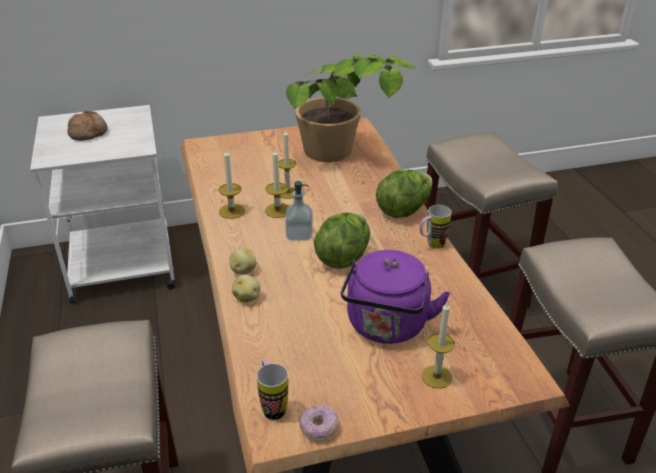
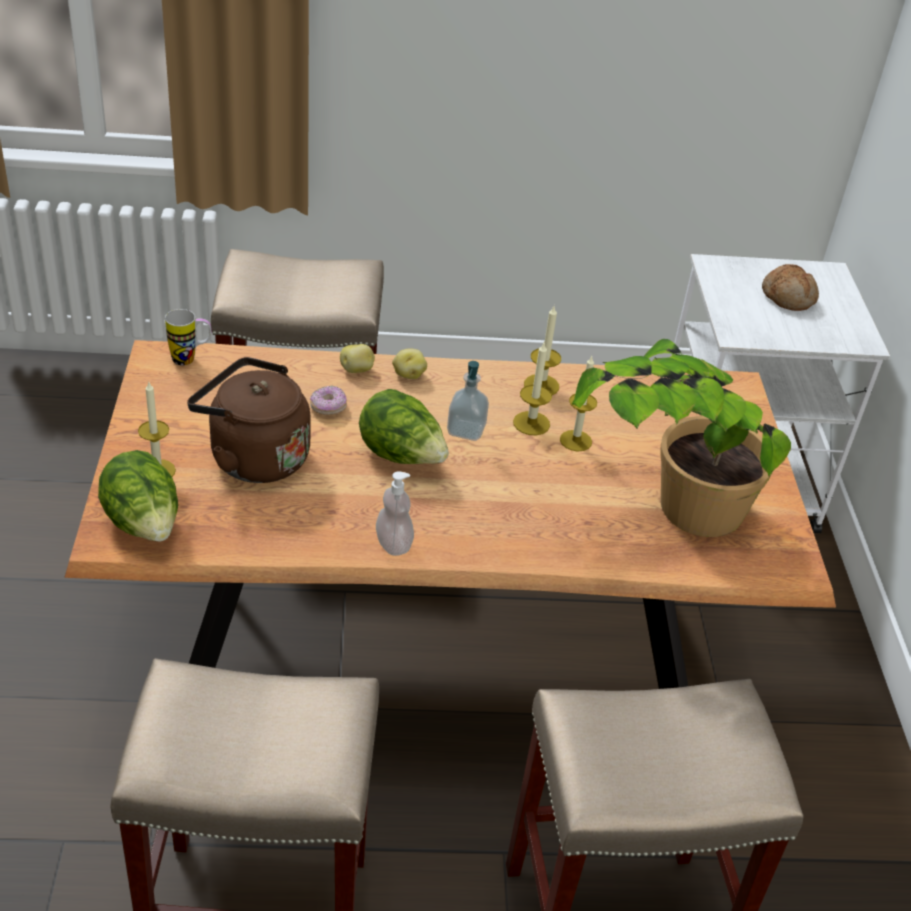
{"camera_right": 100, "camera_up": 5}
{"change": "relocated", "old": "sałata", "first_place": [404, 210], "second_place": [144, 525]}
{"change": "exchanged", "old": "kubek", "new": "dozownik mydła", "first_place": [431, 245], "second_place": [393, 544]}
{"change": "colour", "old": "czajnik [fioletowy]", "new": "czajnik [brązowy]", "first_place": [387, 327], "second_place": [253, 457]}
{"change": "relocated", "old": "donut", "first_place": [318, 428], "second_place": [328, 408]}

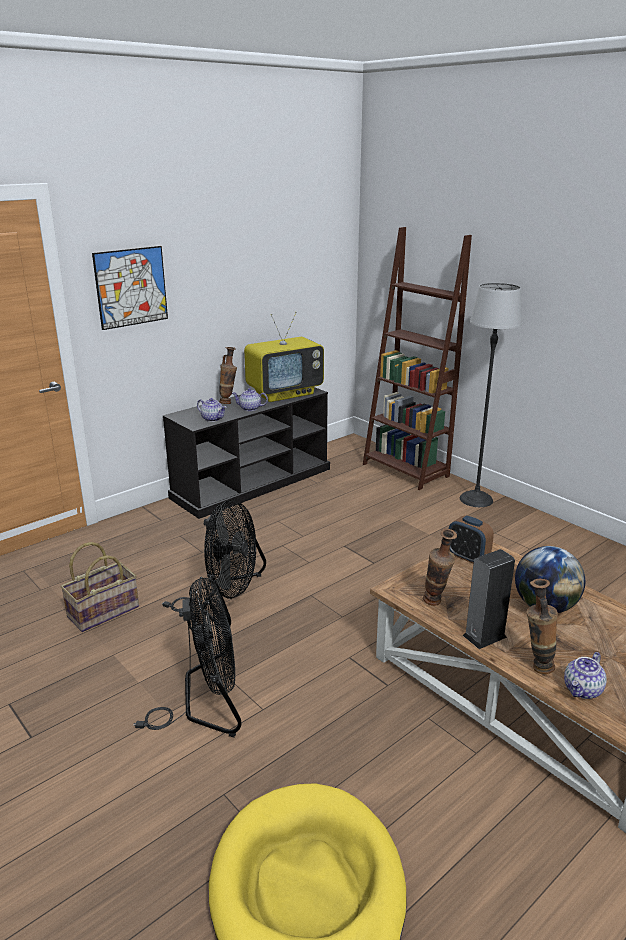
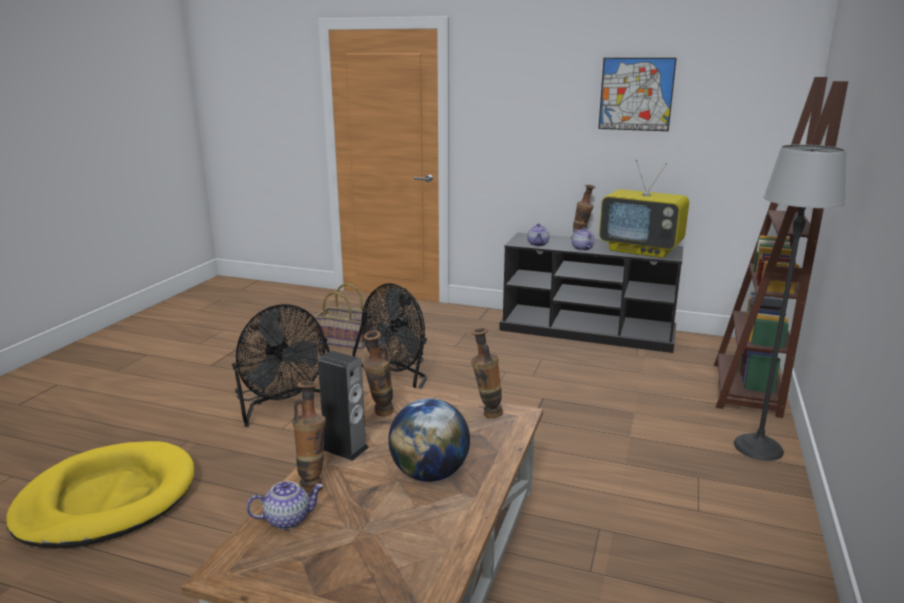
{"camera_right": 60, "camera_up": -5}
{"change": "relocated", "old": "obraz", "first_place": [131, 287], "second_place": [636, 94]}
{"change": "spun", "old": "wentylator [czarny]", "first_place": [223, 601], "second_place": [398, 374], "degrees": 60}
{"change": "exchanged", "old": "budzik", "new": "wazon", "first_place": [467, 556], "second_place": [486, 414]}
{"change": "spun", "old": "imbryk", "first_place": [583, 690], "second_place": [288, 519], "degrees": 150}

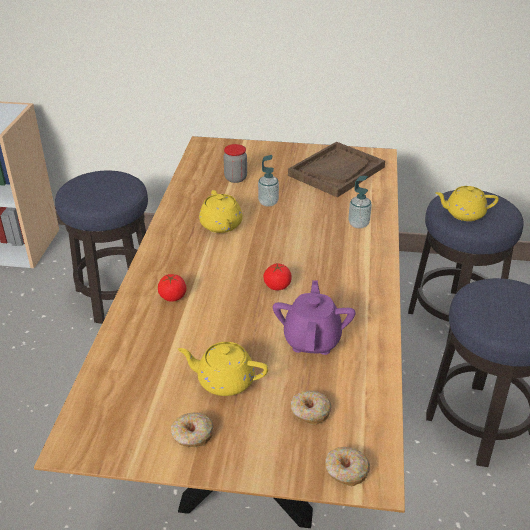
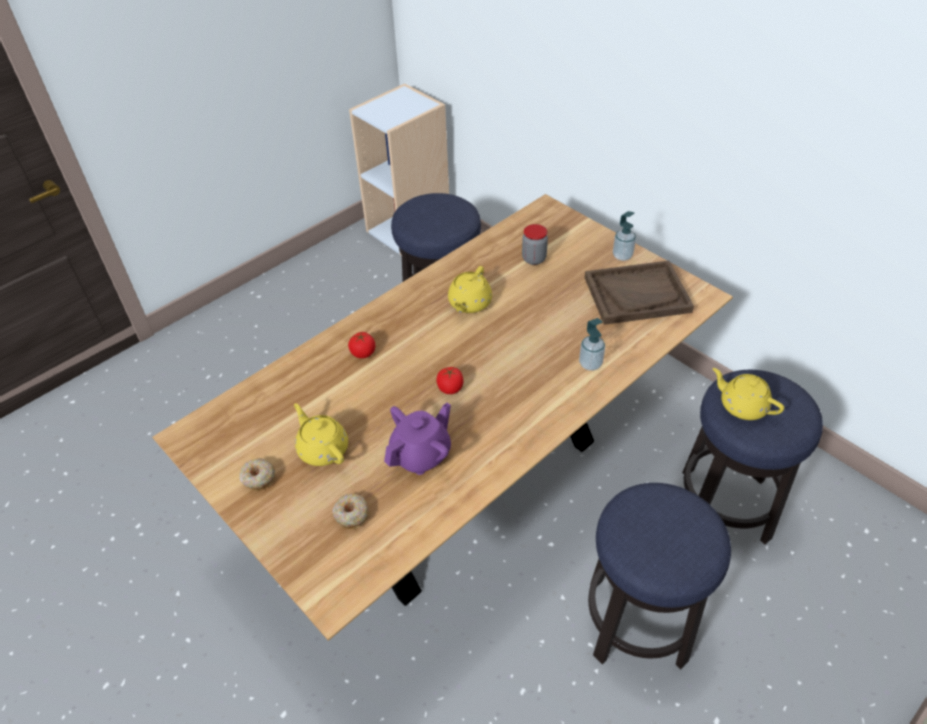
{"camera_right": 40, "camera_up": 10}
{"change": "relocated", "old": "dozownik mydła", "first_place": [268, 202], "second_place": [622, 256]}
{"change": "missing", "old": "donut", "first_place": [346, 471]}

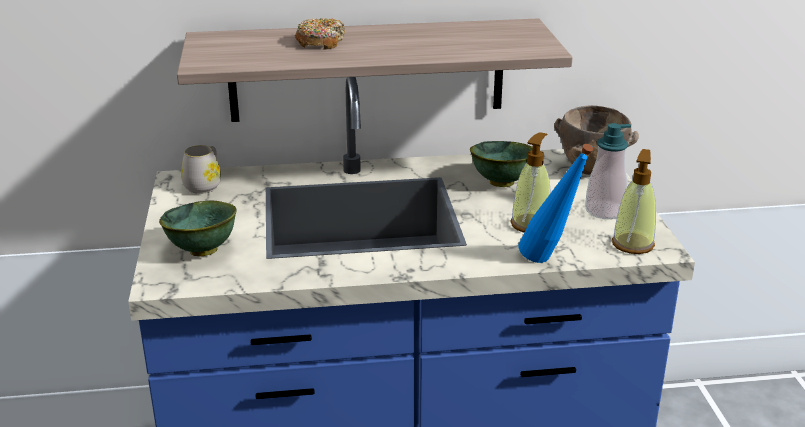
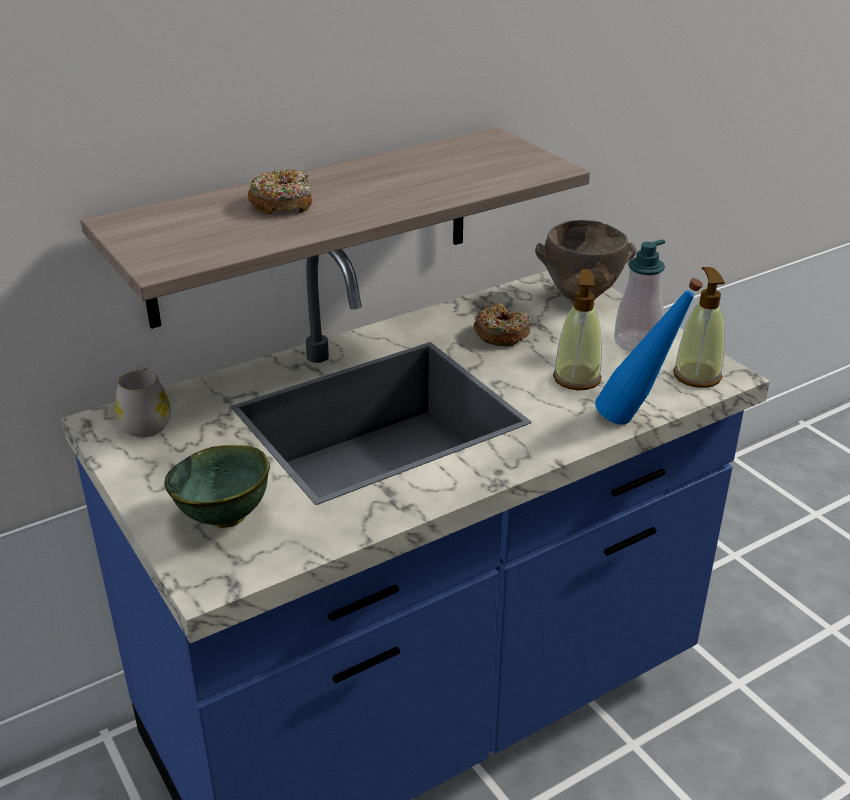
{"camera_right": -25, "camera_up": 5}
{"change": "exchanged", "old": "miska [zielony]", "new": "donut", "first_place": [500, 183], "second_place": [501, 334]}

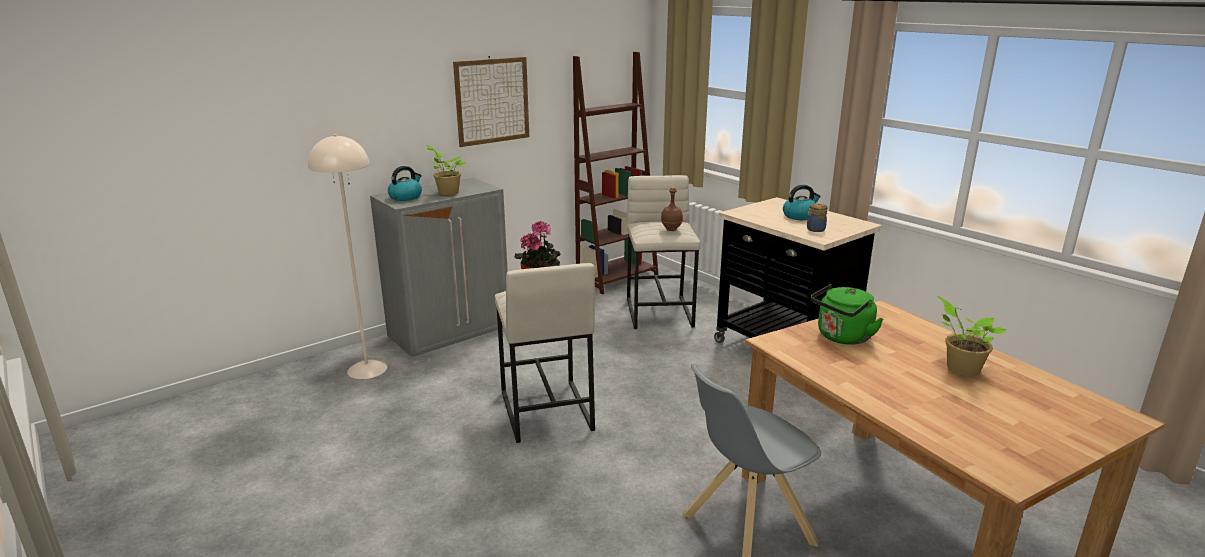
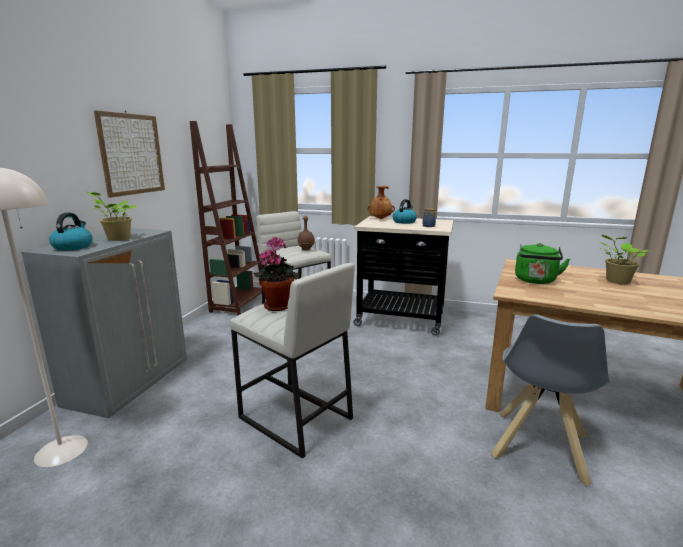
{"camera_right": -35, "camera_up": -5}
{"change": "appeared", "new": "wazon [brązowy]", "second_place": [380, 218]}

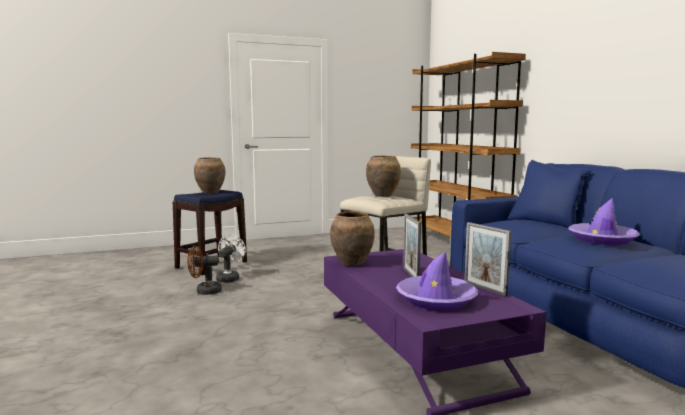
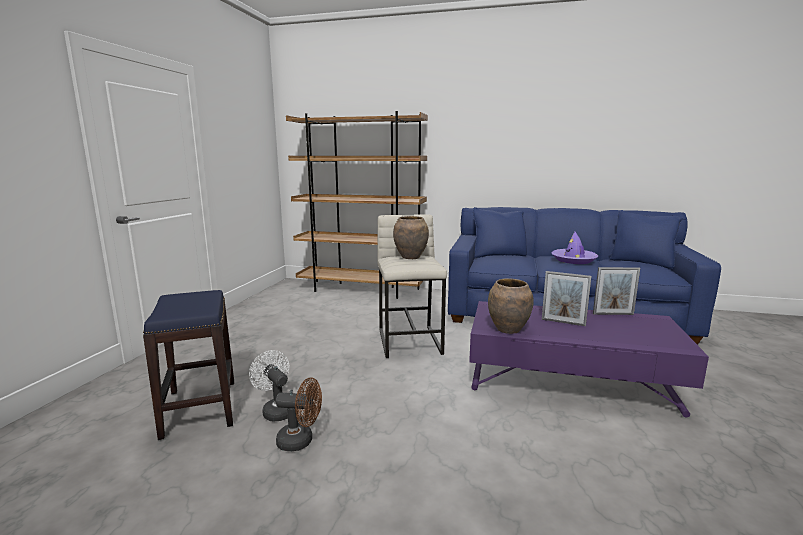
{"camera_right": -55, "camera_up": 5}
{"change": "missing", "old": "wazon [brązowy]", "first_place": [211, 192]}
{"change": "spun", "old": "wentylator [brązowy]", "first_place": [204, 291], "second_place": [301, 441], "degrees": -105}
{"change": "missing", "old": "kapelusz [fioletowy]", "first_place": [436, 299]}

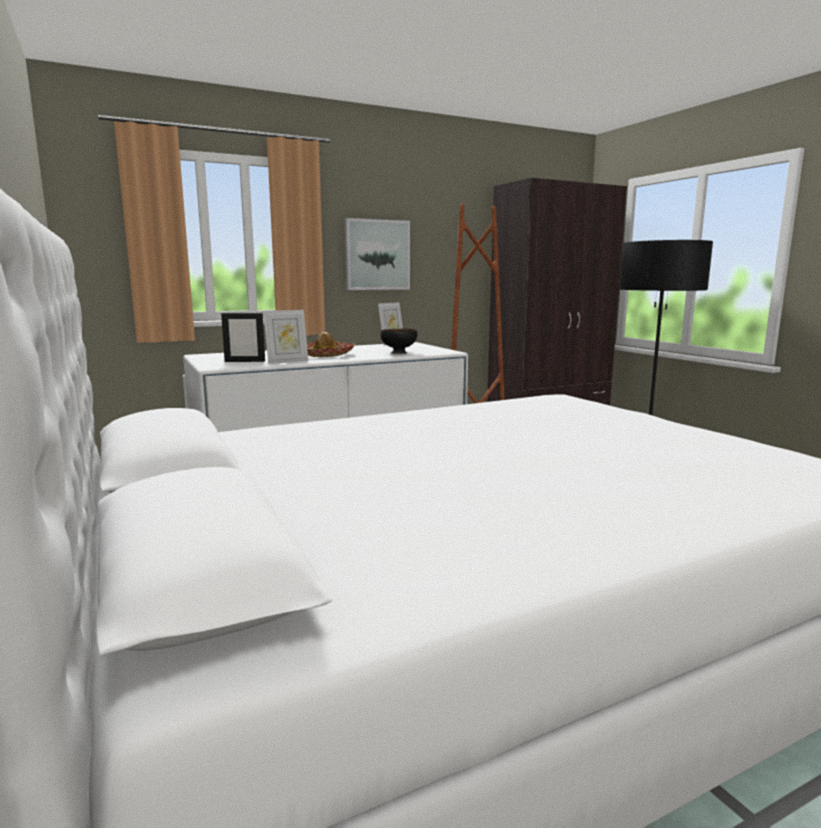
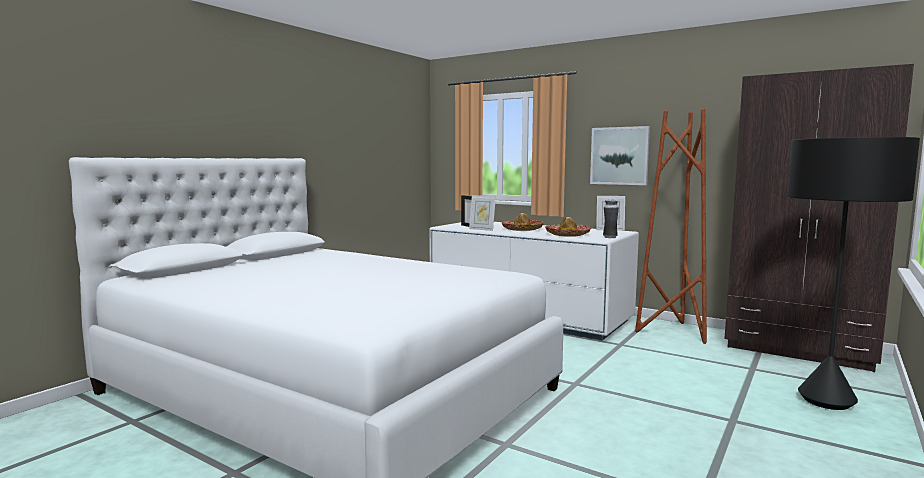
{"camera_right": 60, "camera_up": -5}
{"change": "exchanged", "old": "miska [czarny]", "new": "kapelusz", "first_place": [399, 352], "second_place": [567, 235]}
{"change": "appeared", "new": "wazon", "second_place": [610, 237]}

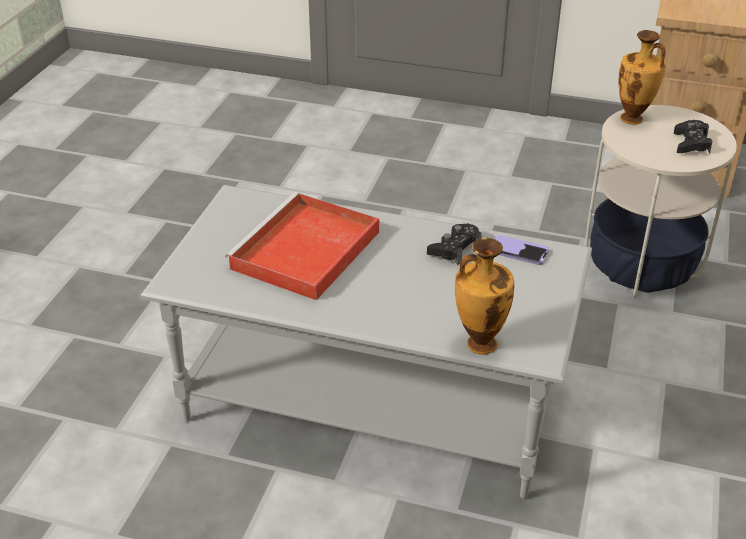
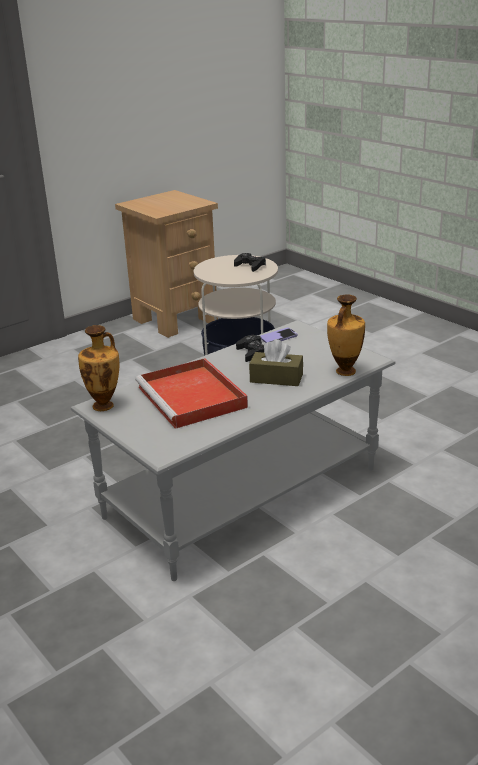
{"camera_right": -55, "camera_up": -10}
{"change": "relocated", "old": "wazon", "first_place": [633, 119], "second_place": [104, 406]}
{"change": "appeared", "new": "pudełko chusteczek [brązowy]", "second_place": [276, 378]}

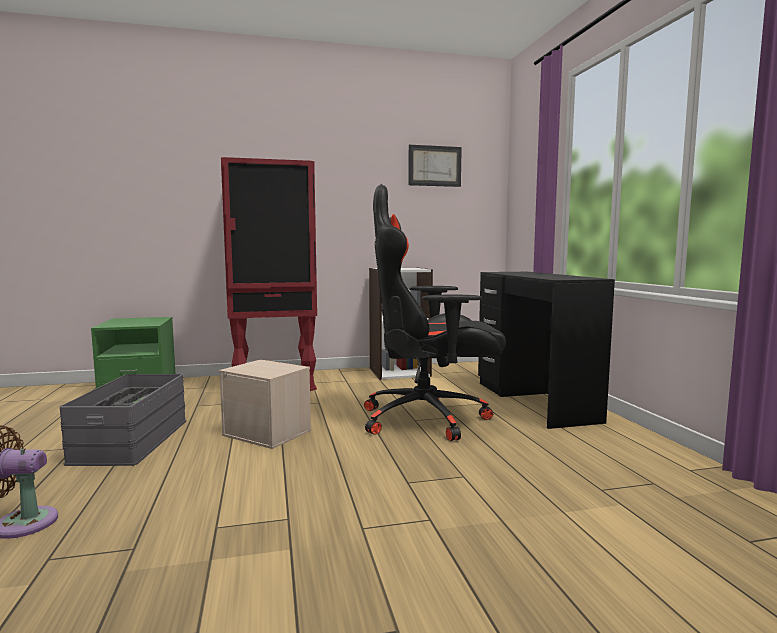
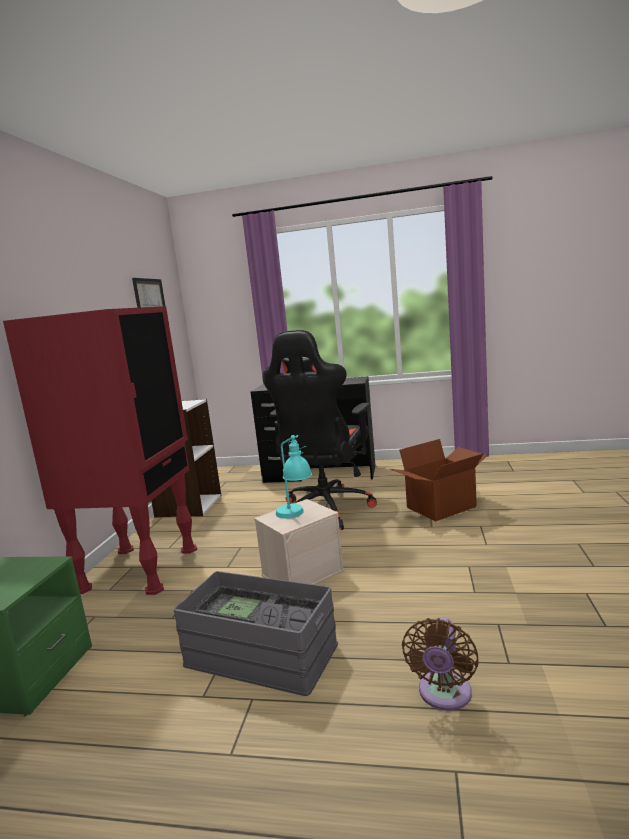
{"camera_right": -65, "camera_up": 5}
{"change": "appeared", "new": "lampa stołowa [turkusowy]", "second_place": [296, 516]}
{"change": "appeared", "new": "karton", "second_place": [442, 507]}

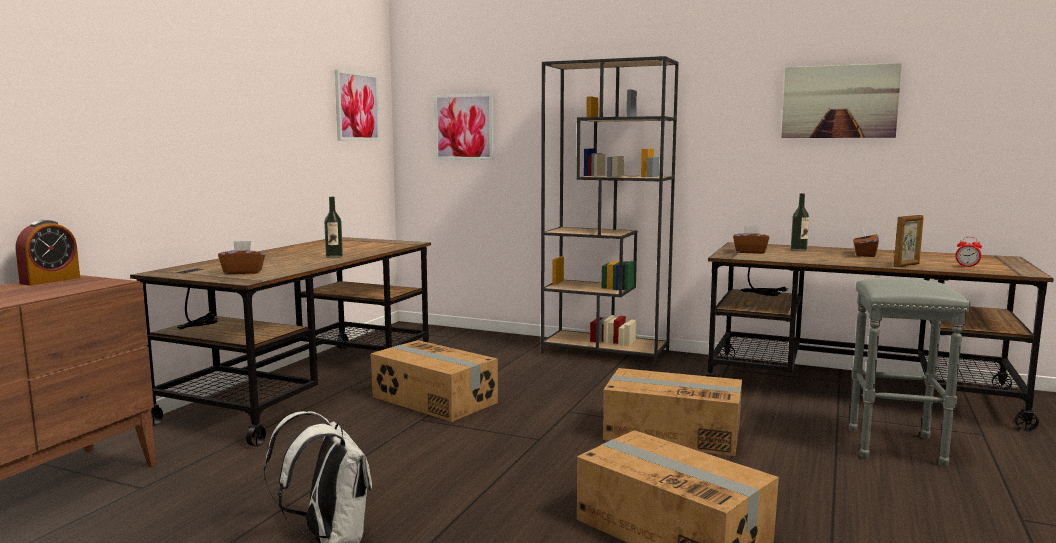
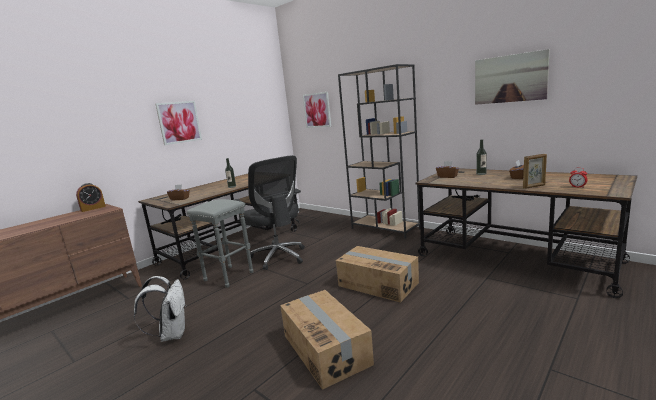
{"camera_right": 20, "camera_up": 5}
{"change": "relocated", "old": "obraz", "first_place": [356, 106], "second_place": [179, 122]}
{"change": "relocated", "old": "stołek [szary]", "first_place": [894, 447], "second_place": [227, 276]}
{"change": "exchanged", "old": "karton", "new": "krzesło biurowe", "first_place": [433, 400], "second_place": [278, 256]}

